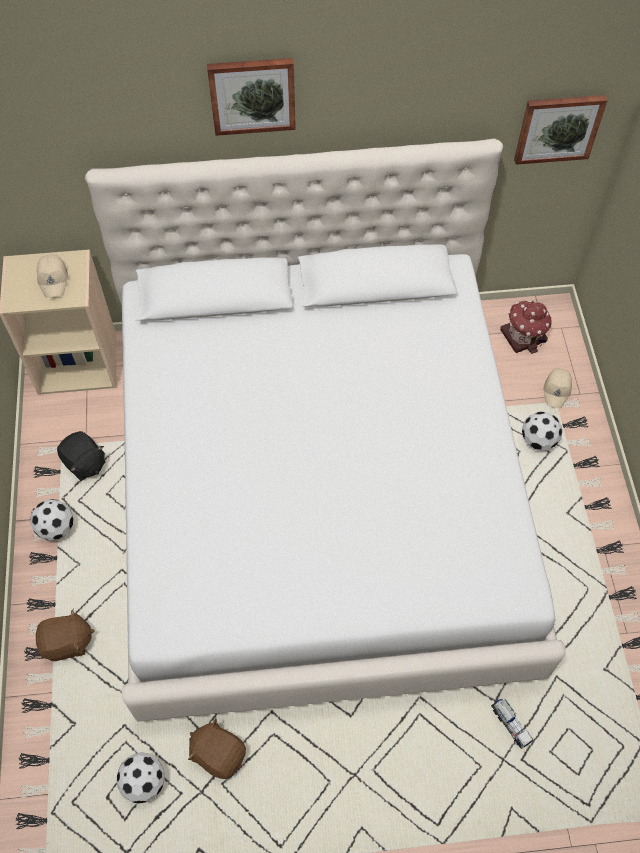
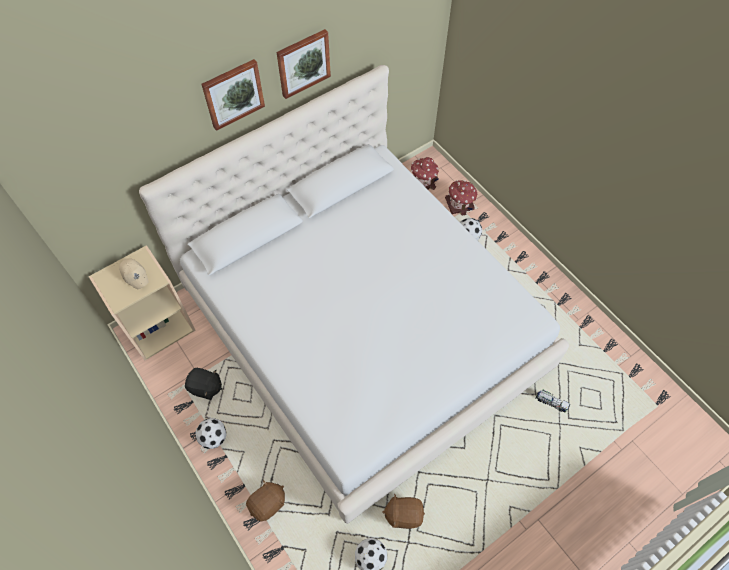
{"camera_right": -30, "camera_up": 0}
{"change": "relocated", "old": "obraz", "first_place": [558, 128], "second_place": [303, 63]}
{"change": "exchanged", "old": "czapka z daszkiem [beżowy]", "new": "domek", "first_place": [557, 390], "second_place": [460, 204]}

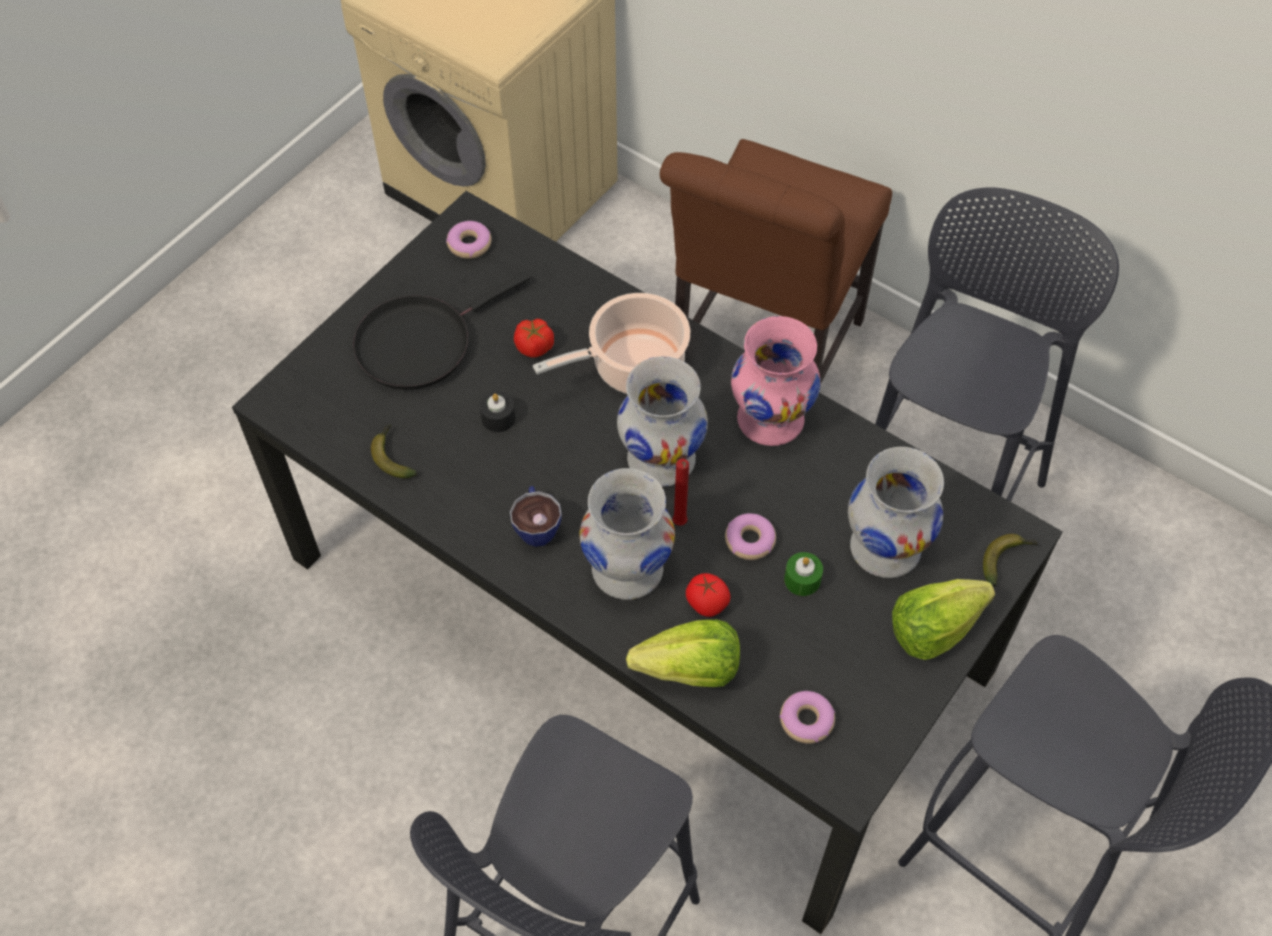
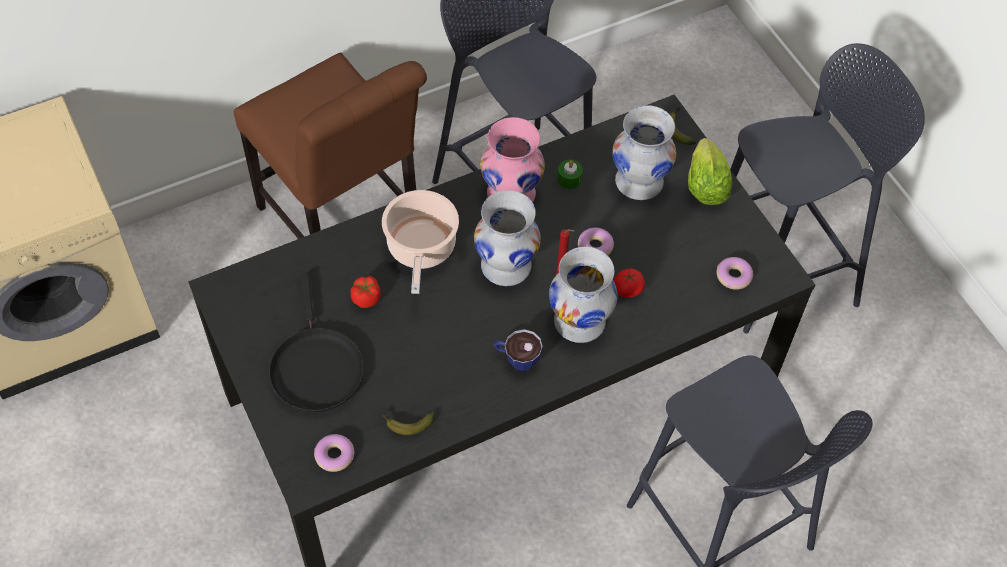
{"camera_right": -65, "camera_up": 0}
{"change": "relocated", "old": "donut", "first_place": [469, 244], "second_place": [334, 455]}
{"change": "missing", "old": "świeca [czarny]", "first_place": [498, 418]}
{"change": "relocated", "old": "świeca [zielony]", "first_place": [802, 579], "second_place": [569, 179]}
{"change": "missing", "old": "sałata", "first_place": [689, 670]}

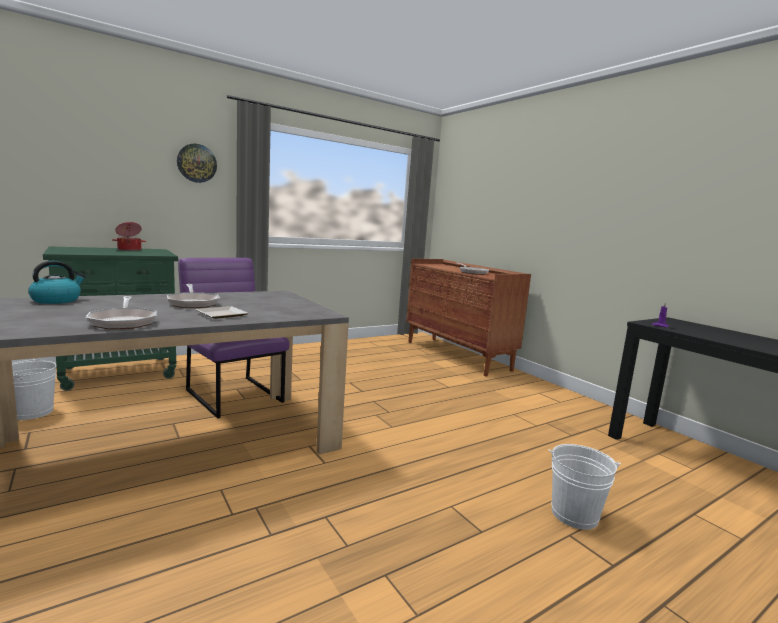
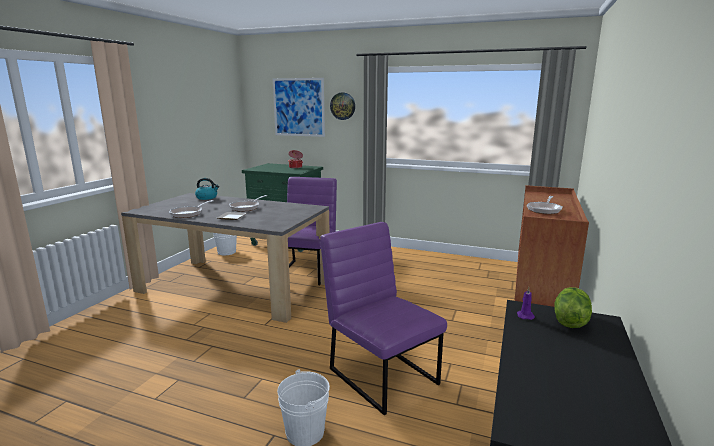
{"camera_right": 55, "camera_up": 5}
{"change": "appeared", "new": "obraz", "second_place": [299, 107]}
{"change": "appeared", "new": "krzesło [fioletowy]", "second_place": [381, 374]}
{"change": "appeared", "new": "sałata", "second_place": [569, 321]}

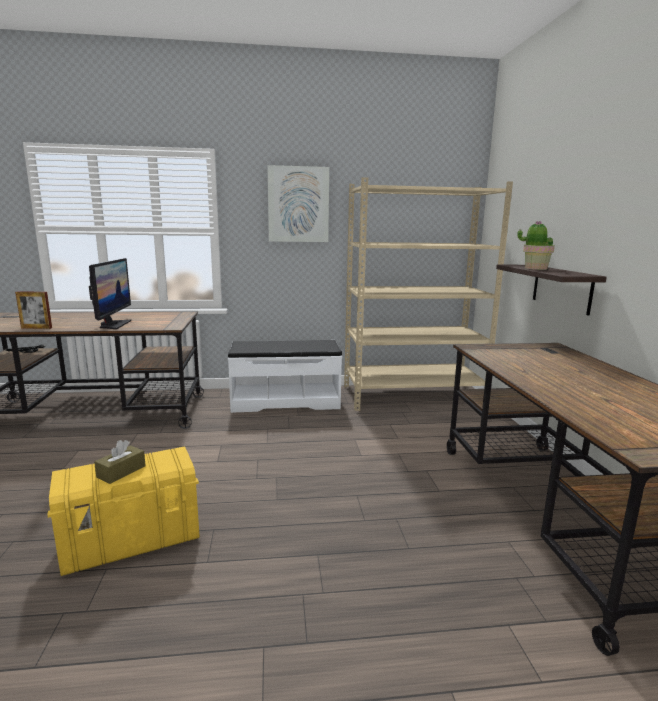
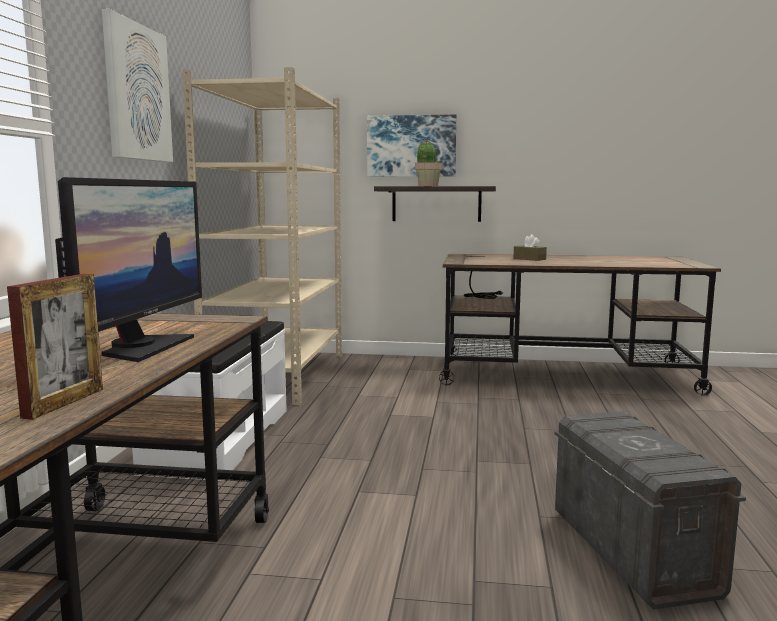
{"camera_right": -75, "camera_up": -5}
{"change": "spun", "old": "monitor", "first_place": [113, 324], "second_place": [142, 347], "degrees": 90}
{"change": "relocated", "old": "pudełko chusteczek [brązowy]", "first_place": [121, 472], "second_place": [529, 259]}
{"change": "colour", "old": "pojemnik do przechowywania [żółty]", "new": "pojemnik do przechowywania [szary]", "first_place": [132, 541], "second_place": [632, 551]}
{"change": "appeared", "new": "obraz", "second_place": [411, 146]}

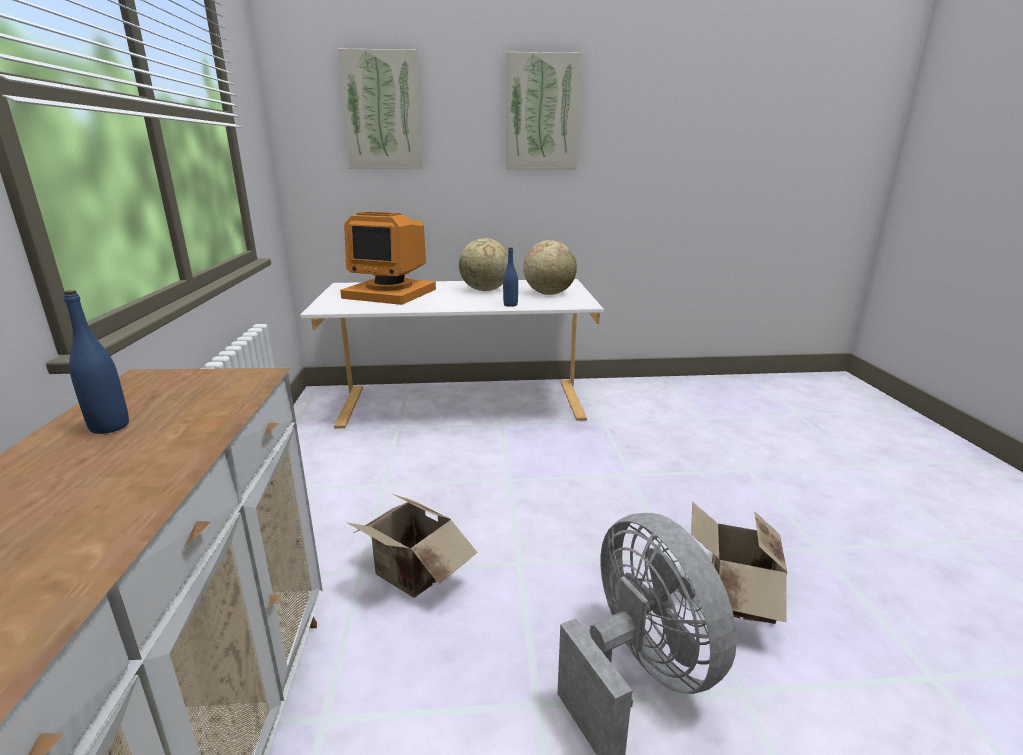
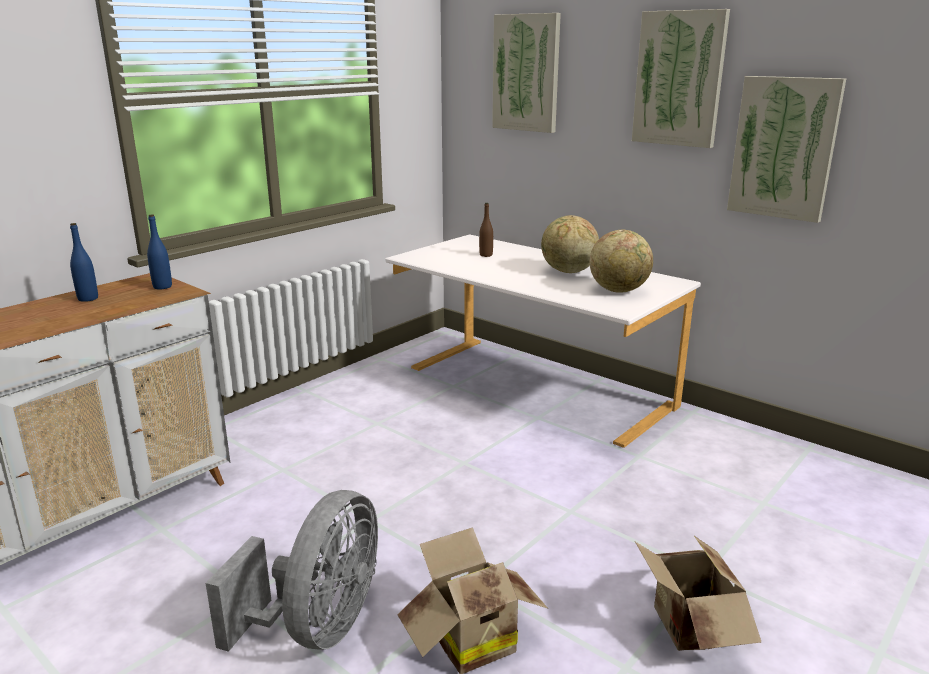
{"camera_right": 45, "camera_up": 0}
{"change": "exchanged", "old": "monitor", "new": "butelka [brązowy]", "first_place": [391, 293], "second_place": [486, 255]}
{"change": "relocated", "old": "butelka [niebieski]", "first_place": [510, 305], "second_place": [162, 287]}
{"change": "relocated", "old": "karton", "first_place": [412, 577], "second_place": [688, 629]}
{"change": "appeared", "new": "obraz", "second_place": [784, 148]}

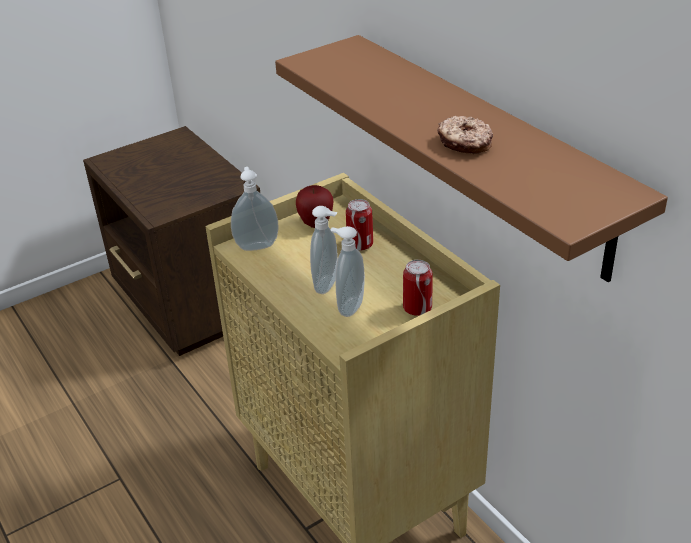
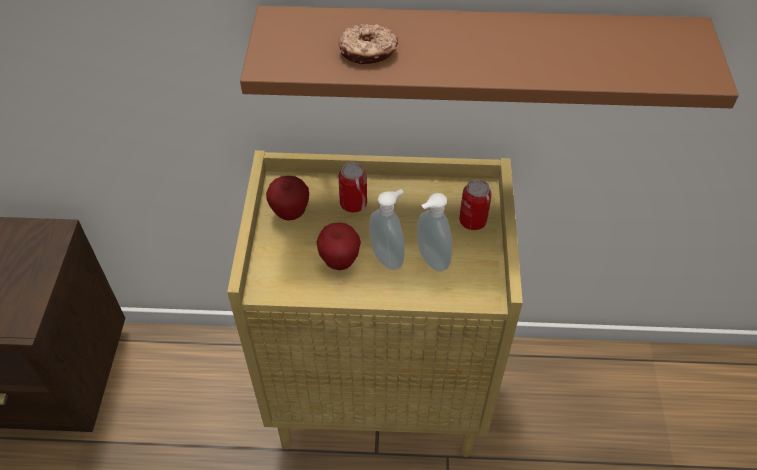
{"camera_right": -55, "camera_up": 15}
{"change": "relocated", "old": "donut", "first_place": [464, 143], "second_place": [368, 52]}
{"change": "missing", "old": "dozownik mydła", "first_place": [257, 245]}
{"change": "appeared", "new": "jabłko", "second_place": [339, 261]}

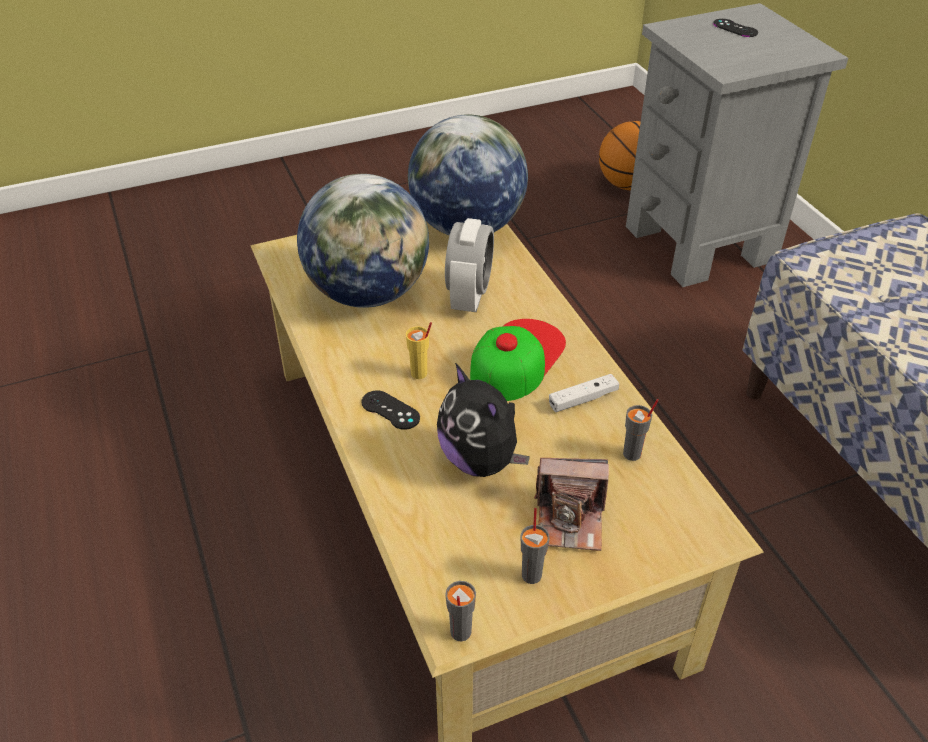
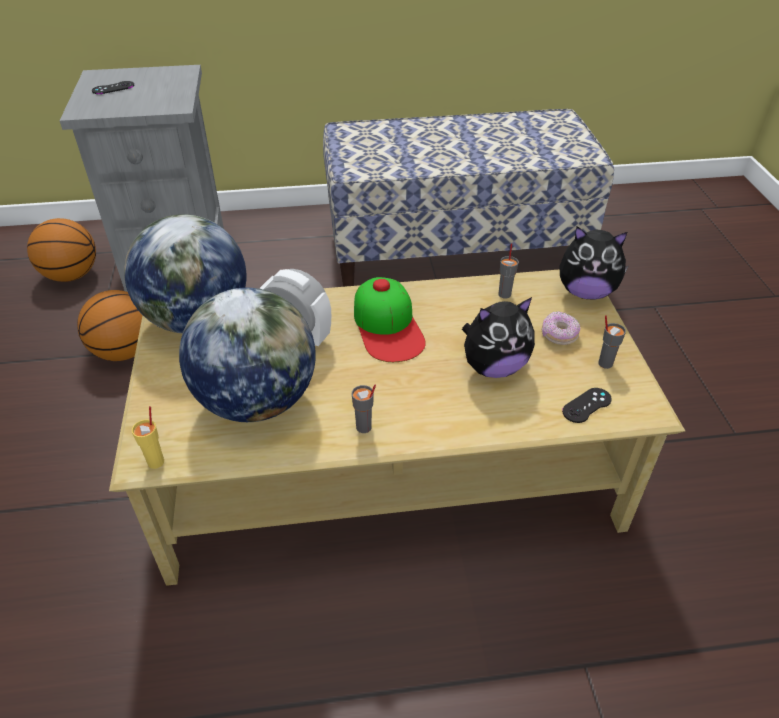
{"camera_right": -75, "camera_up": 0}
{"change": "spun", "old": "czapka z daszkiem", "first_place": [516, 358], "second_place": [388, 326], "degrees": -150}
{"change": "relocated", "old": "filiżanka [żółty]", "first_place": [419, 373], "second_place": [156, 462]}
{"change": "missing", "old": "pad do gier [biały]", "first_place": [583, 399]}
{"change": "relocated", "old": "pad do gier [czarny]", "first_place": [390, 410], "second_place": [587, 405]}
{"change": "exchanged", "old": "aparat fotograficzny", "new": "donut", "first_place": [570, 519], "second_place": [559, 335]}
{"change": "relocated", "old": "filiżanka [szary]", "first_place": [460, 632], "second_place": [364, 427]}
{"change": "appeared", "new": "pluszak", "second_place": [586, 292]}
{"change": "appeared", "new": "piłka do koszykówki", "second_place": [124, 351]}

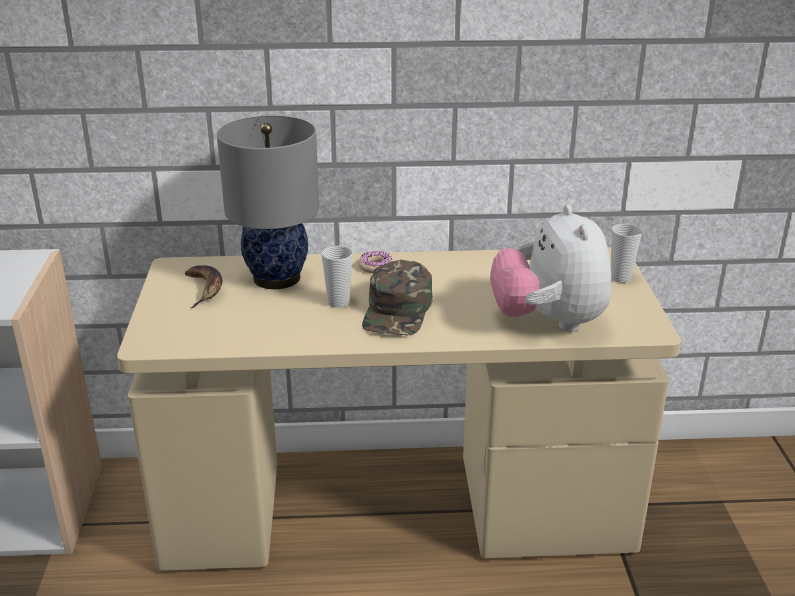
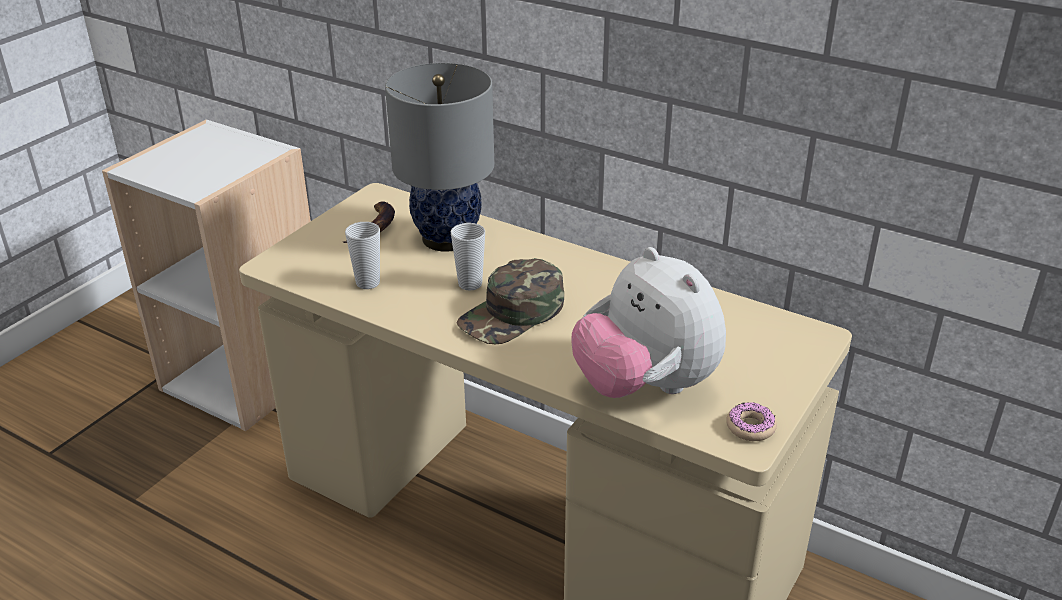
{"camera_right": 35, "camera_up": 5}
{"change": "spun", "old": "pluszak", "first_place": [549, 322], "second_place": [645, 386], "degrees": -60}
{"change": "relocated", "old": "filiżanka", "first_place": [620, 278], "second_place": [368, 283]}
{"change": "relocated", "old": "donut", "first_place": [376, 267], "second_place": [750, 427]}

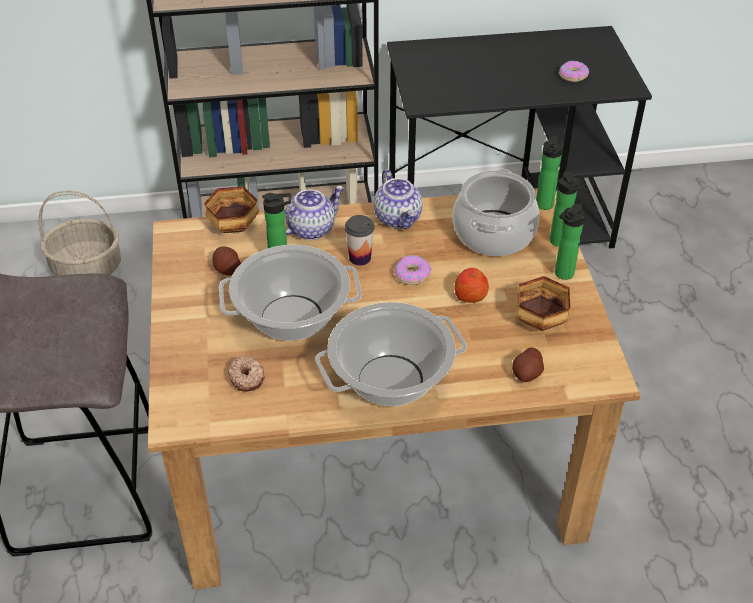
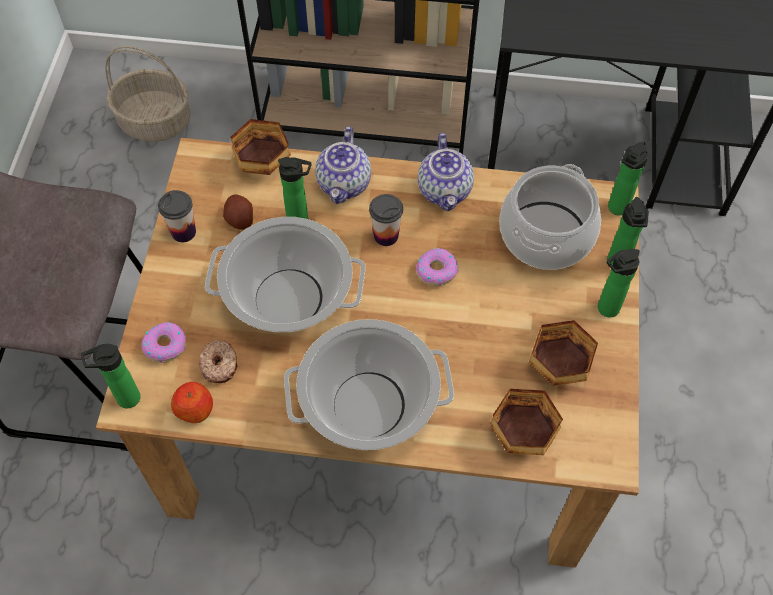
{"camera_right": 15, "camera_up": 15}
{"change": "relocated", "old": "donut", "first_place": [573, 75], "second_place": [165, 345]}
{"change": "spun", "old": "imbryk", "first_place": [311, 228], "second_place": [344, 184], "degrees": 120}
{"change": "relocated", "old": "jabłko", "first_place": [470, 296], "second_place": [194, 409]}
{"change": "exchanged", "old": "ziemniak", "new": "miska", "first_place": [527, 373], "second_place": [520, 433]}
{"change": "appeared", "new": "filiżanka", "second_place": [183, 232]}
{"change": "appeared", "new": "butelka", "second_place": [124, 399]}

